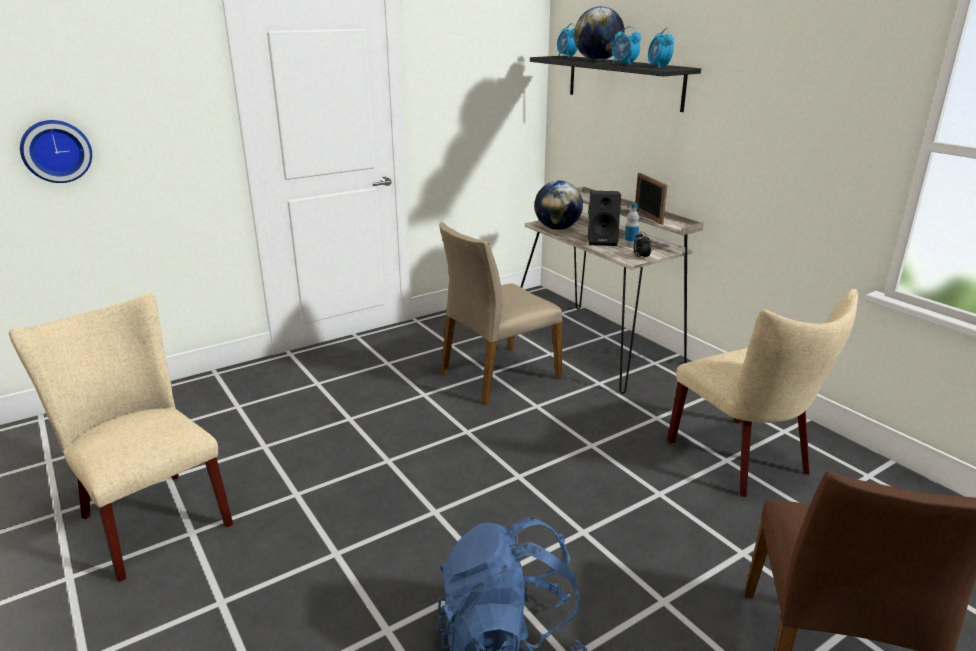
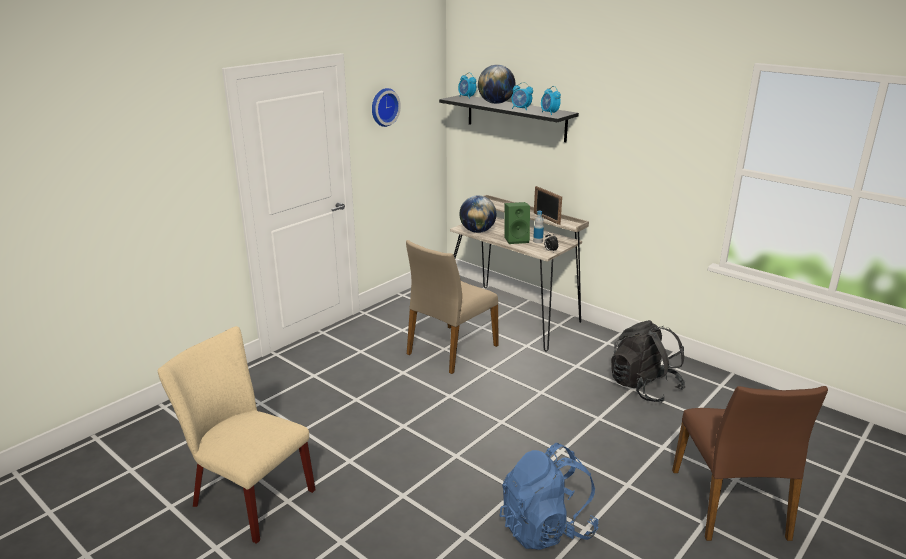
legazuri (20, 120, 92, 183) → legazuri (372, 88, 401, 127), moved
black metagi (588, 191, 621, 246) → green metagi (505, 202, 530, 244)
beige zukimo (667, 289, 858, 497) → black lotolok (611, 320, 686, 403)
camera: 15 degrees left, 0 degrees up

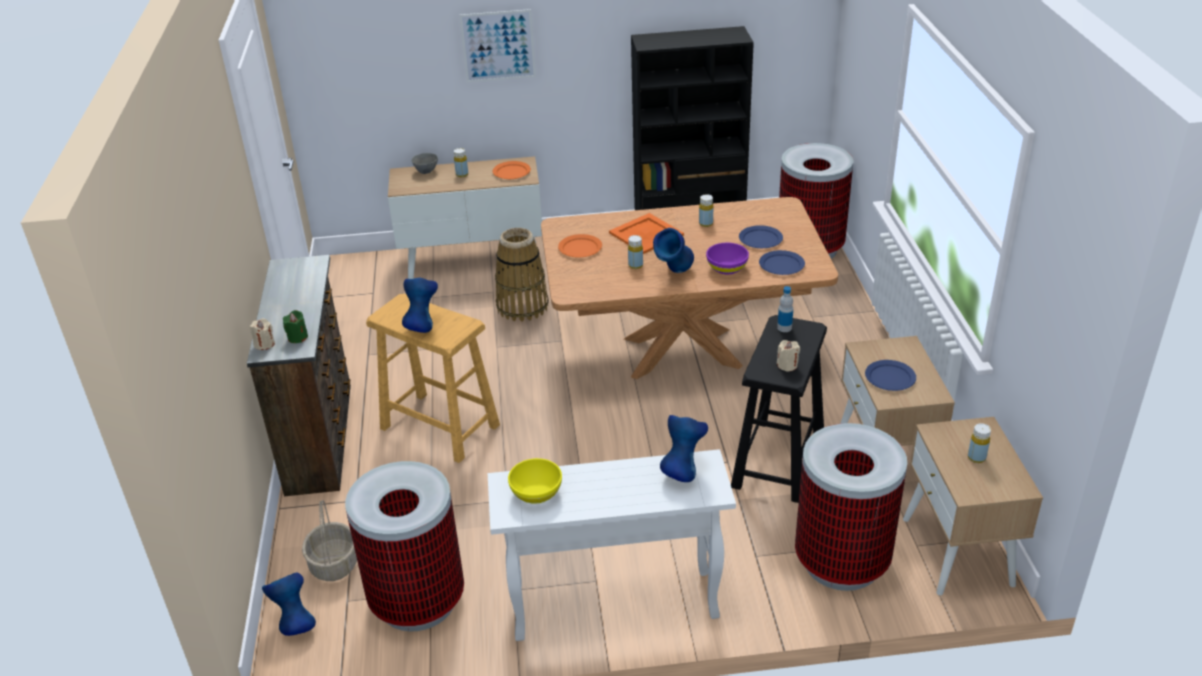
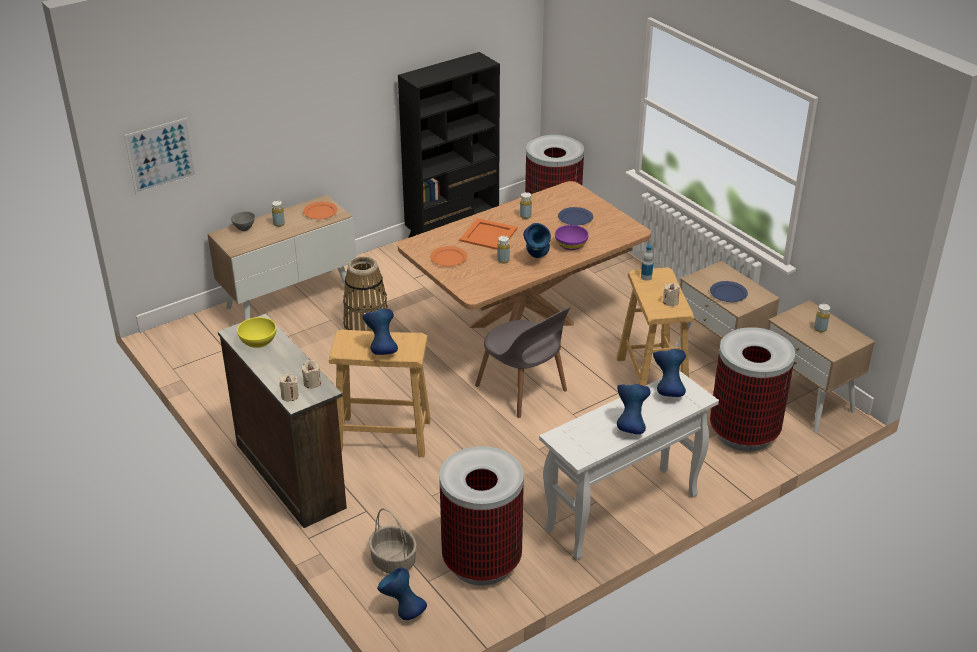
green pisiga (283, 310, 308, 343) → beige pisiga (301, 360, 321, 388)
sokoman (459, 9, 536, 82) → sokoman (124, 118, 197, 195), moved
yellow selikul (508, 458, 562, 504) → yellow selikul (237, 317, 276, 348), moved
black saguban (731, 315, 827, 503) → beige saguban (616, 267, 694, 386)
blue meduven (759, 250, 805, 275) → -
- → grey zukimo (475, 307, 571, 418)
- → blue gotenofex (617, 384, 650, 434)
camera: 30 degrees left, 0 degrees up

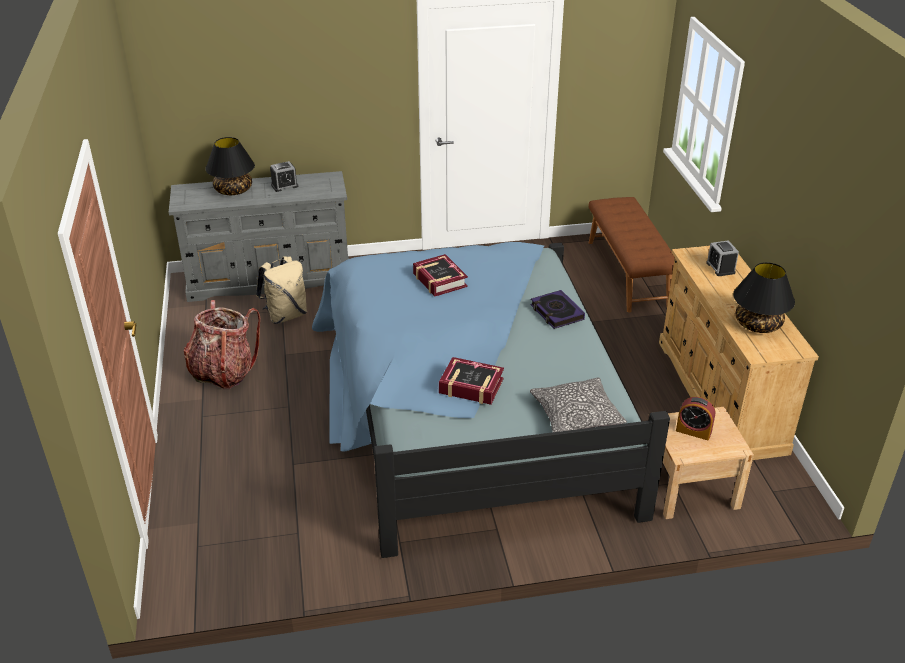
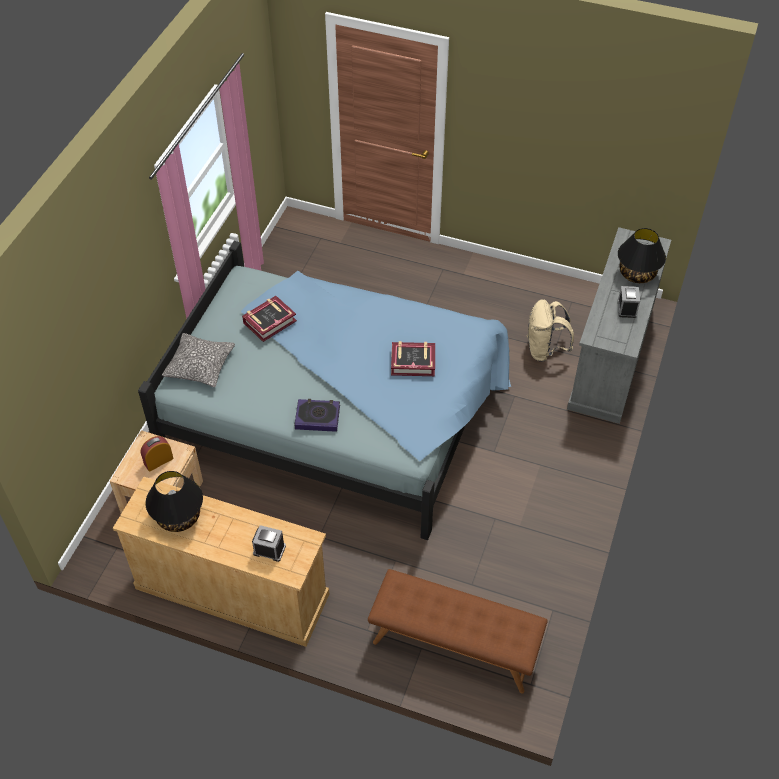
lotolok (184, 300, 260, 389) → -
camera: 120 degrees right, 15 degrees up

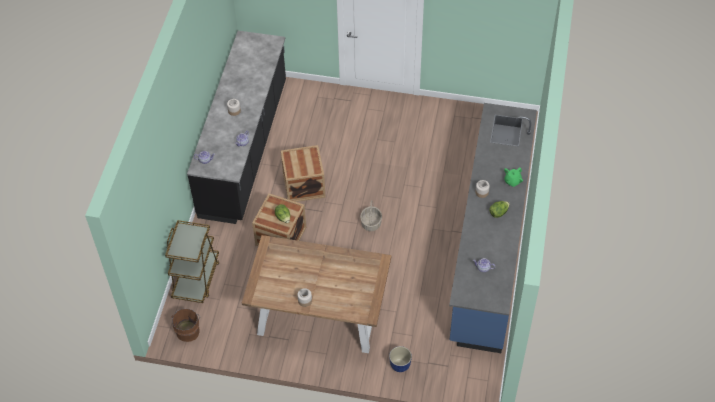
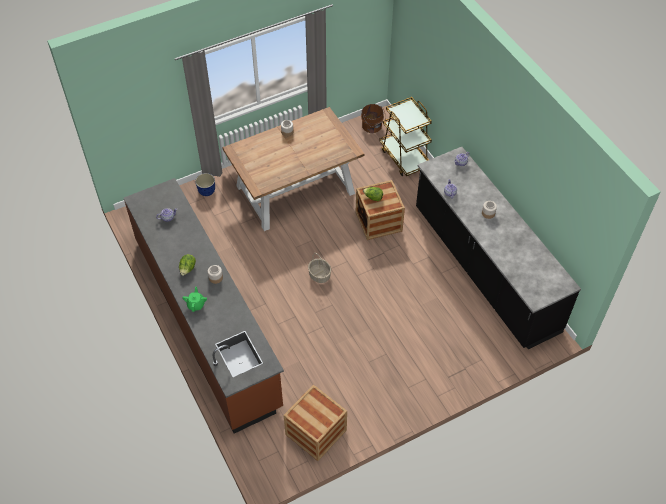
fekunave (281, 145, 326, 202) → fekunave (284, 385, 347, 461), moved
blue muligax (449, 103, 537, 353) → brown muligax (124, 178, 284, 433)
camera: 140 degrees right, 0 degrees up

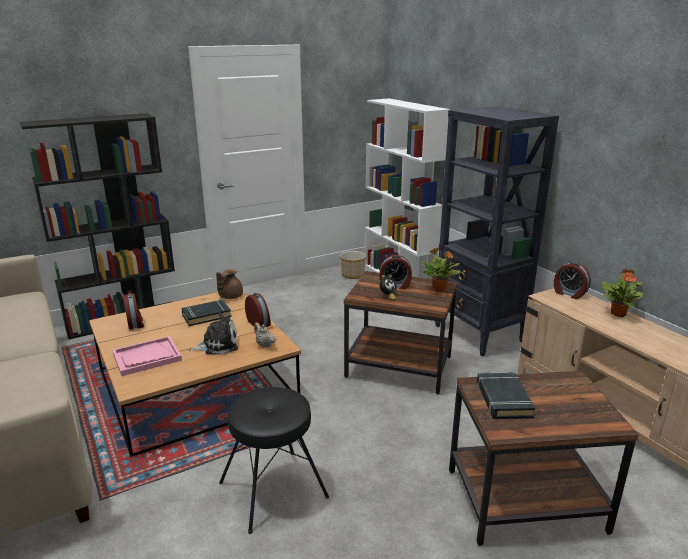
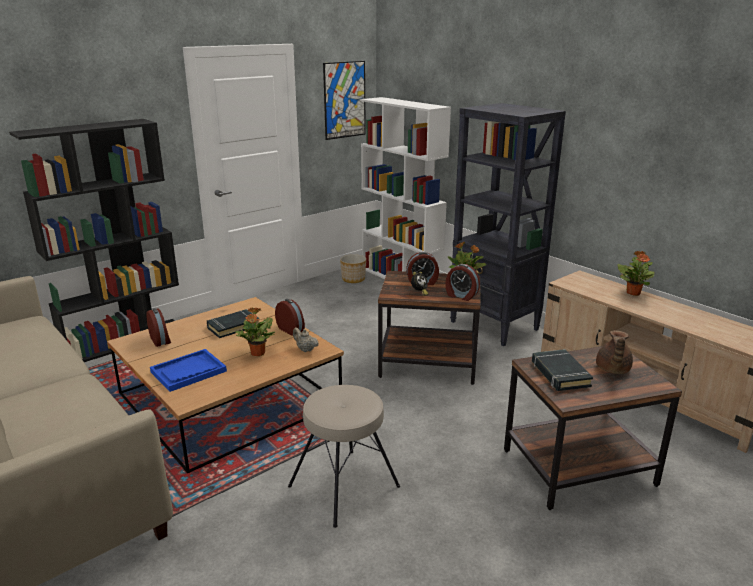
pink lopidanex (112, 336, 182, 376) → blue lopidanex (150, 349, 227, 392)
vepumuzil (189, 313, 238, 354) → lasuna (236, 307, 275, 356)
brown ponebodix (216, 269, 243, 299) → brown ponebodix (596, 330, 633, 374), moved
black saguban (219, 387, 329, 534) → beige saguban (288, 385, 400, 528)
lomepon (554, 262, 591, 299) → lomepon (445, 264, 480, 301), moved
- → sokoman (323, 61, 366, 140)
camera: 10 degrees left, 0 degrees up

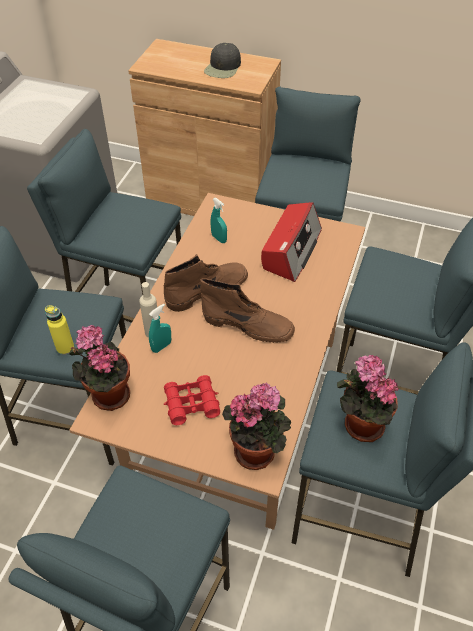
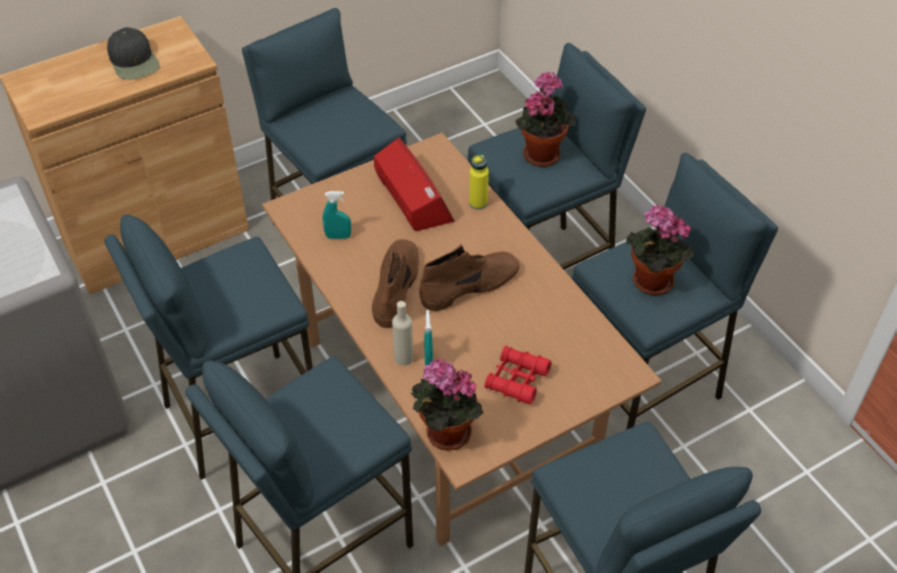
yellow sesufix (45, 305, 74, 355) → yellow sesufix (469, 155, 489, 210), moved
lasuna (222, 382, 291, 470) → lasuna (515, 72, 576, 167), moved
camera: 50 degrees left, 0 degrees up

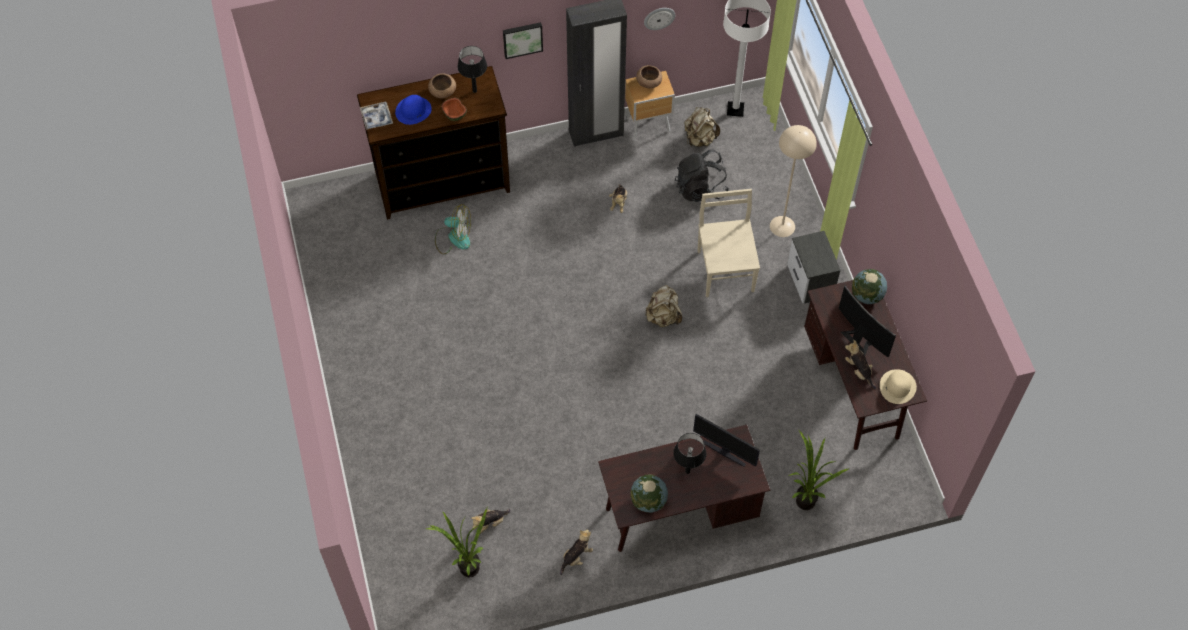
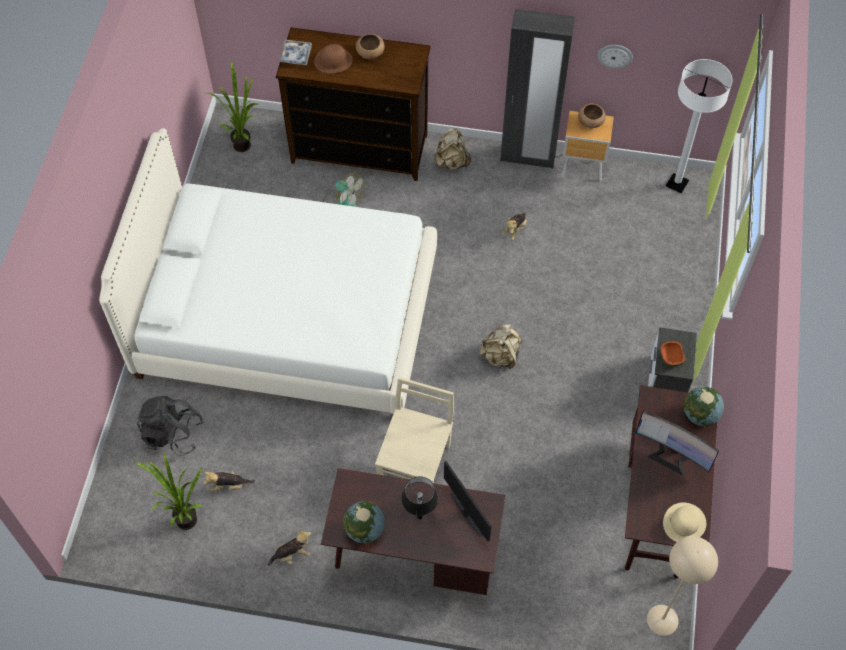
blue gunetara (395, 95, 432, 125) → brown gunetara (314, 44, 353, 73)
selikul (441, 97, 467, 121) → selikul (660, 340, 686, 367), moved
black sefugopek (457, 46, 487, 93) → -
sokoman (503, 22, 543, 59) → -
black lotolok (675, 149, 729, 202) → black lotolok (137, 396, 204, 456), moved
beige lotolok (684, 107, 720, 147) → beige lotolok (434, 127, 471, 170), moved
beige zukimo (698, 189, 760, 297) → beige zukimo (375, 377, 454, 483), moved
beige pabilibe (770, 125, 817, 237) → beige pabilibe (647, 536, 718, 636), moved
lasuna (789, 431, 848, 510) → lasuna (207, 60, 258, 152), moved
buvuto (839, 285, 896, 357) → buvuto (635, 411, 719, 476), 135 degrees clockwise
vepumuzil (845, 340, 876, 389) → -
- → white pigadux (99, 128, 437, 414)
camera: 25 degrees right, 0 degrees up

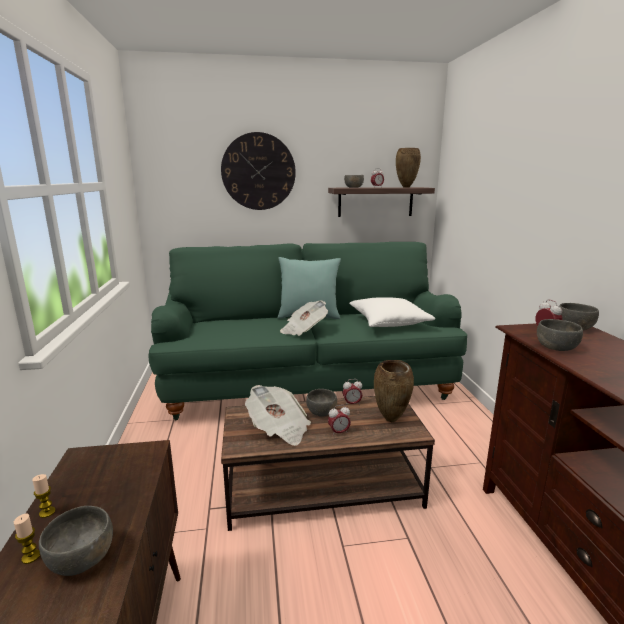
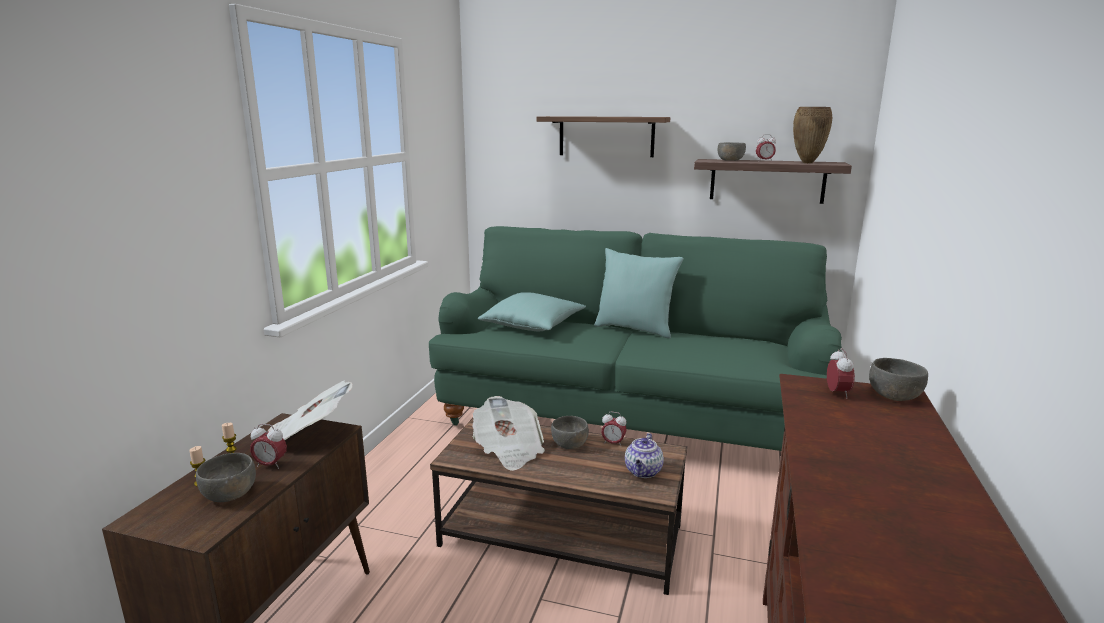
legazuri (221, 132, 296, 210) → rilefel (536, 116, 670, 157)
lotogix (280, 301, 328, 336) → lotogix (268, 381, 353, 440), moved
lomepon (328, 405, 351, 436) → lomepon (250, 424, 287, 469), moved
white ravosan (349, 297, 435, 327) → -
brown gotenofex (374, 360, 414, 423) → ponebodix (625, 433, 664, 478)
grey selikul (537, 319, 583, 351) → -
- → turquoise ravosan (478, 292, 586, 331)
camera: 25 degrees right, 0 degrees up

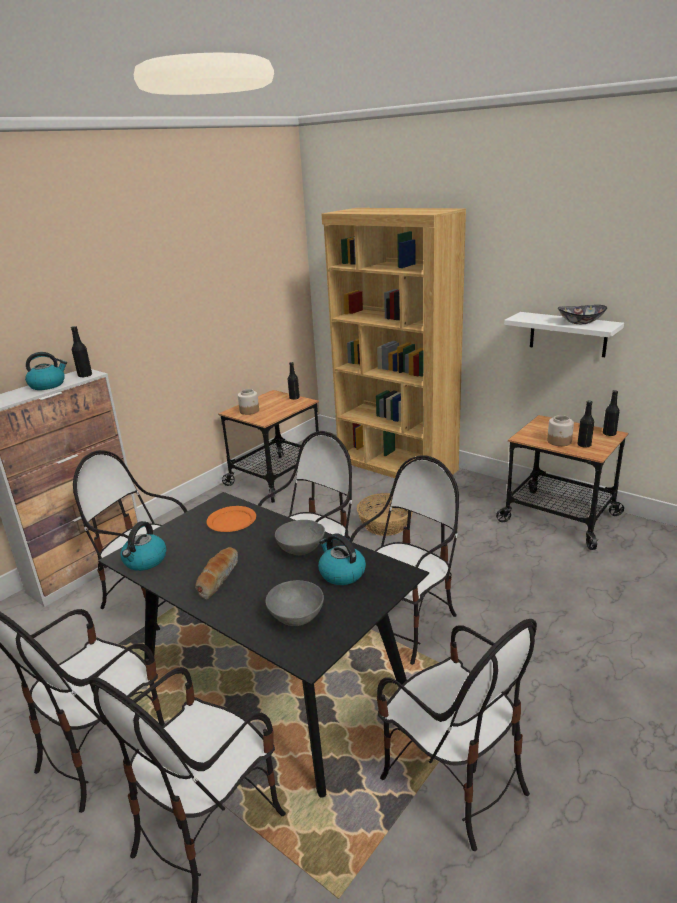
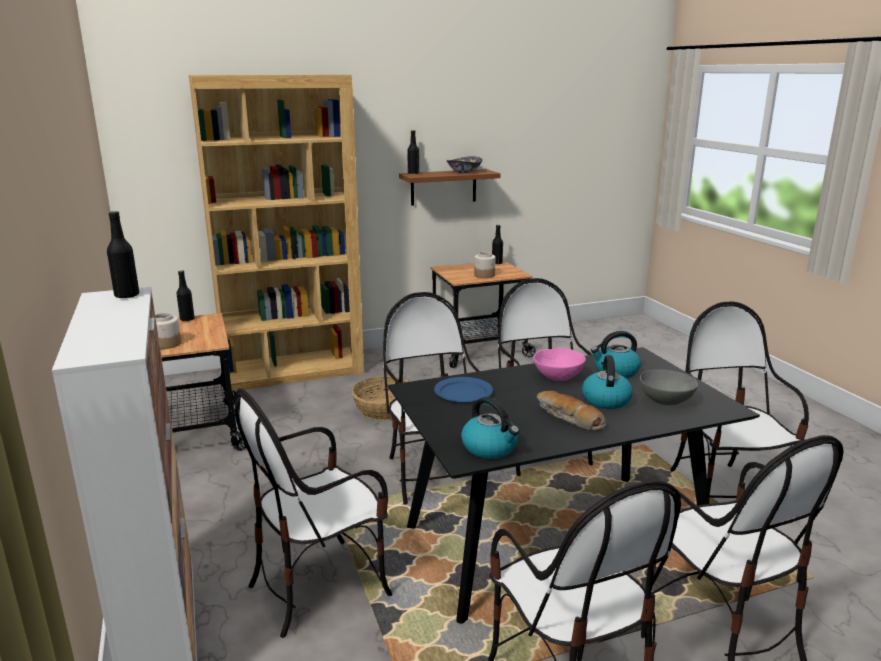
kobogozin (25, 352, 67, 390) → kobogozin (582, 355, 633, 409), moved
orange meduven (207, 506, 256, 532) → blue meduven (434, 377, 493, 403)
grey selikul (275, 520, 325, 555) → pink selikul (534, 348, 586, 381)
zukimo (377, 619, 537, 851) → zukimo (670, 302, 809, 498), 90 degrees counterclockwise
white rilefel (504, 312, 624, 357) → brown rilefel (399, 169, 501, 206)
black sesufix (577, 400, 594, 447) → black sesufix (407, 130, 419, 174), moved
camera: 60 degrees left, 5 degrees down

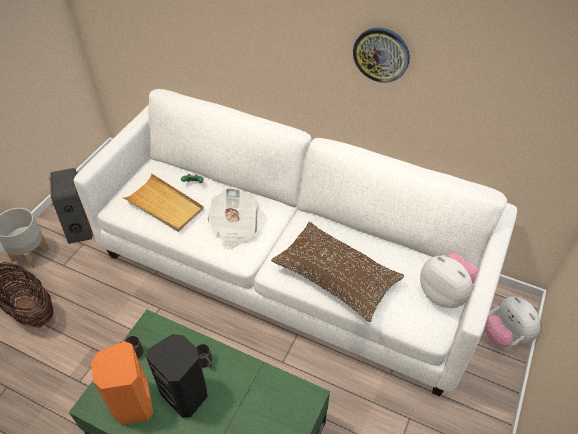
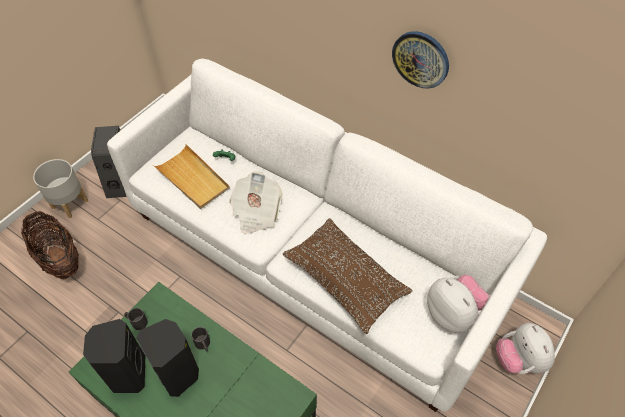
orange metagi (91, 341, 154, 425) → black metagi (83, 319, 145, 393)
camera: 10 degrees right, 5 degrees up

